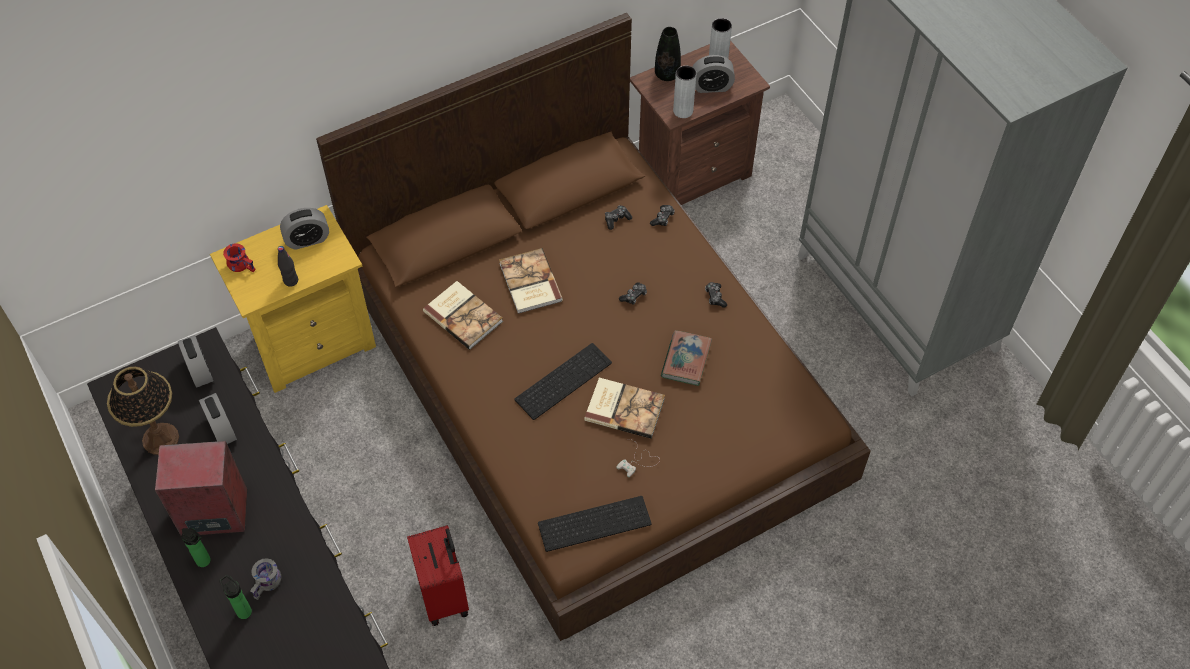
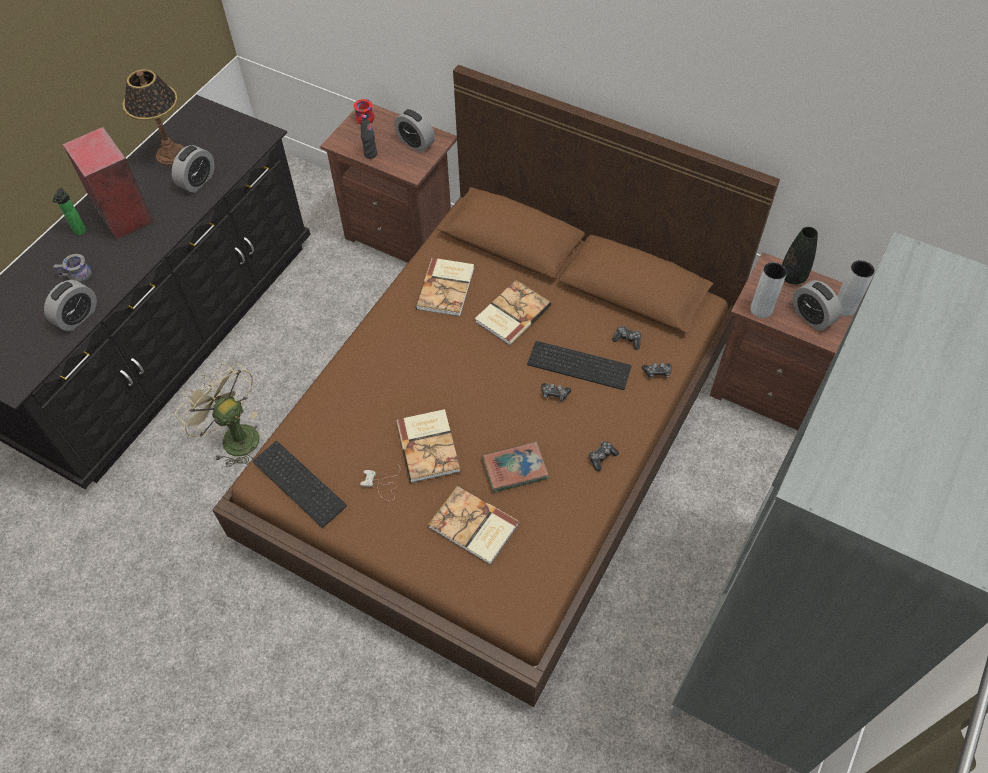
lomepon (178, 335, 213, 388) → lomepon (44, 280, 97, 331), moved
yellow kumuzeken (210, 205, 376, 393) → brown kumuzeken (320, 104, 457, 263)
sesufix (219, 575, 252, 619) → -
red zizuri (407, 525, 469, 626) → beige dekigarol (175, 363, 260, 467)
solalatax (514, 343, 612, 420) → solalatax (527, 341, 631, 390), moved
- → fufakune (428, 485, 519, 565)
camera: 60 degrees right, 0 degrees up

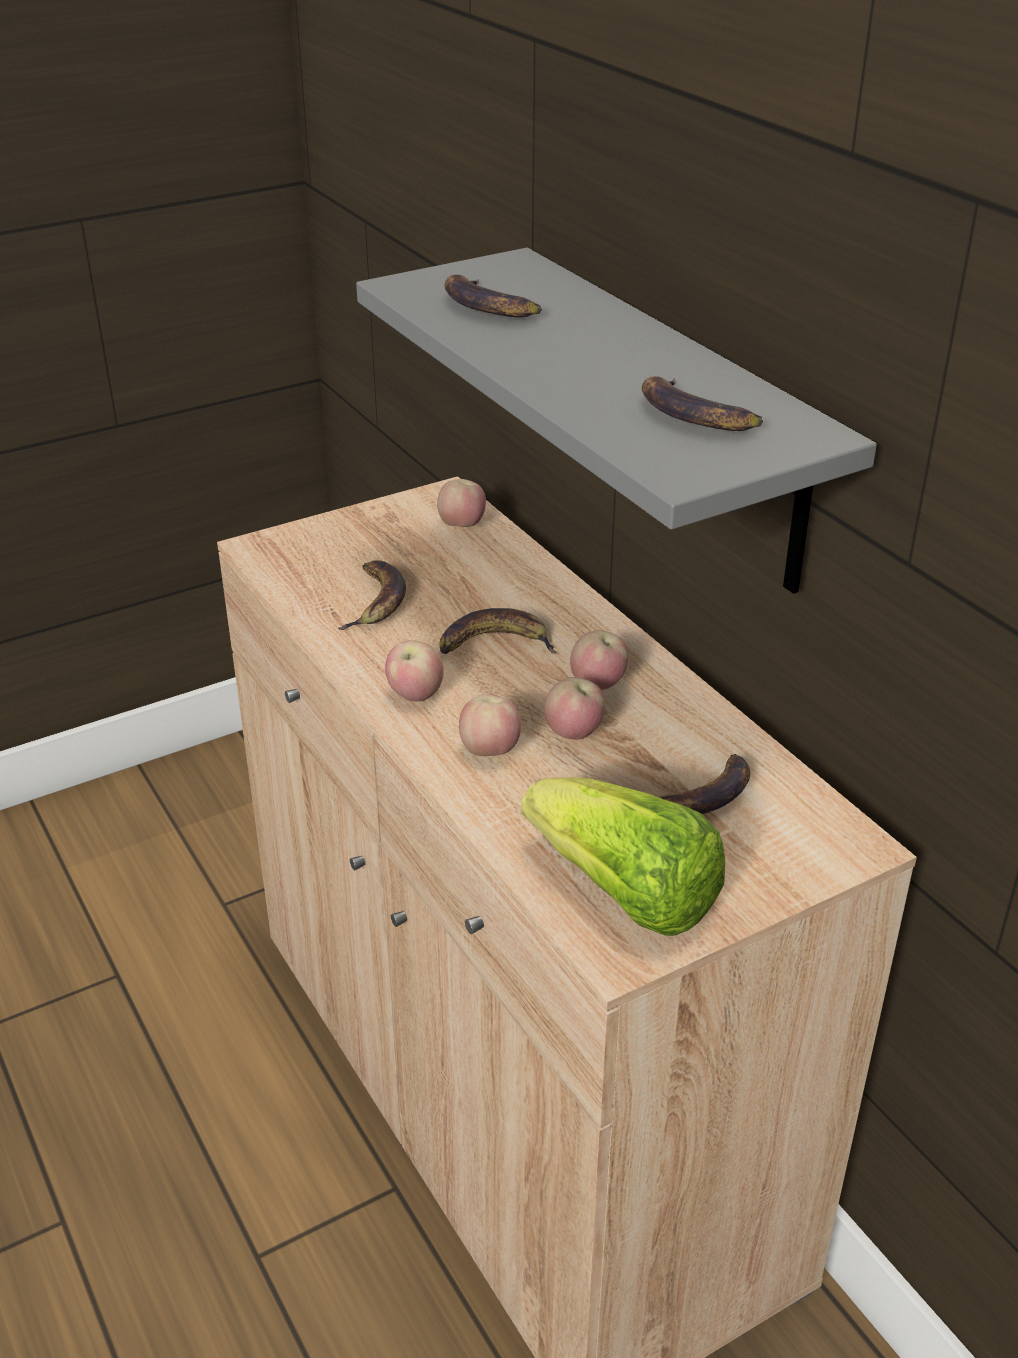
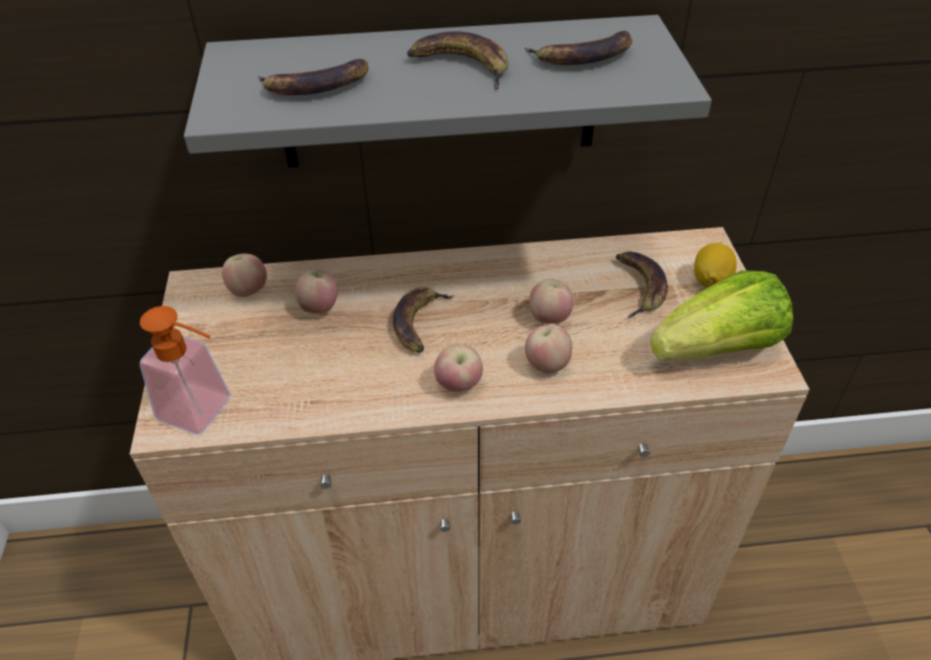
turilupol (338, 560, 406, 630) → turilupol (407, 31, 509, 89), moved
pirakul (570, 630, 629, 690) → pirakul (294, 269, 338, 313), moved
- → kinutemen (140, 306, 230, 434)
- → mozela (694, 243, 737, 288)
camera: 65 degrees left, 10 degrees up

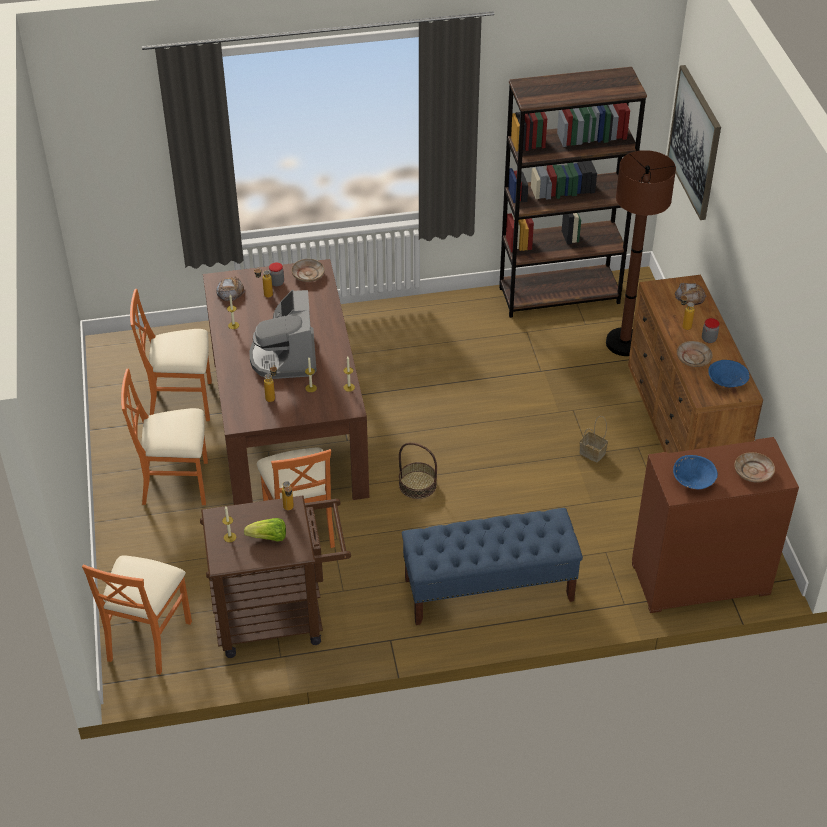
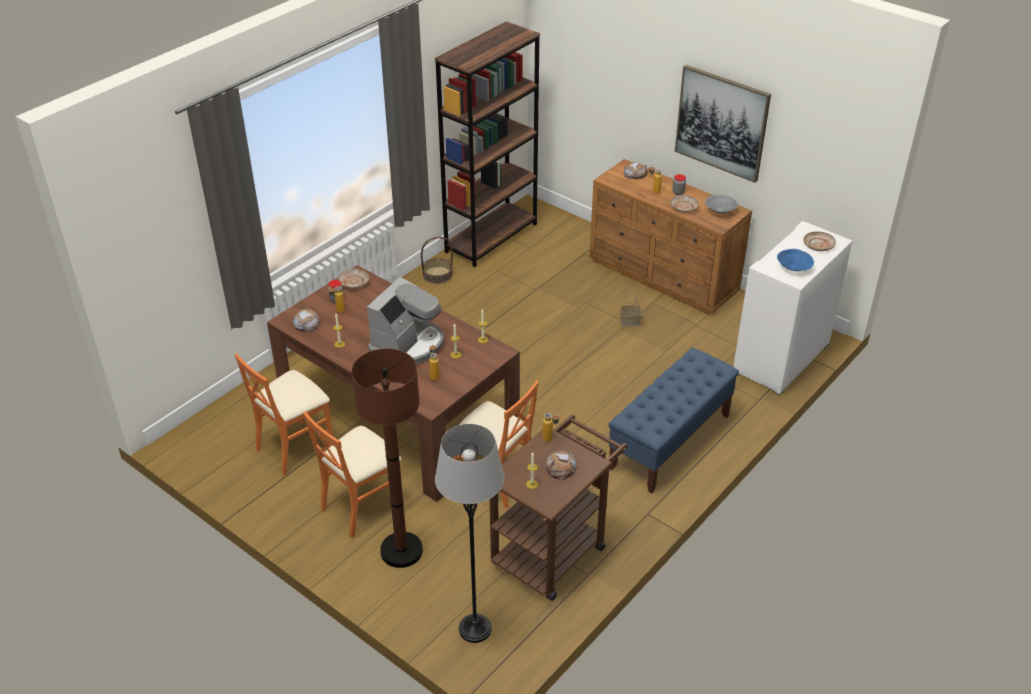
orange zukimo (82, 555, 192, 675) → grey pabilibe (435, 424, 504, 643)
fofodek (244, 518, 286, 542) → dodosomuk (544, 450, 577, 480)
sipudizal (249, 290, 317, 379) → sipudizal (367, 277, 444, 364), 105 degrees counterclockwise
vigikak (399, 443, 437, 499) → vigikak (421, 237, 453, 284), moved
brown pabilibe (606, 150, 676, 356) → brown pabilibe (351, 349, 423, 568), moved
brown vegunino (632, 437, 799, 613) → white vegunino (733, 221, 853, 396)
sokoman (667, 65, 721, 220) → sokoman (675, 65, 771, 183), moved
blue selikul (708, 360, 750, 387) → grey selikul (705, 195, 738, 213)
camera: 40 degrees left, 5 degrees down

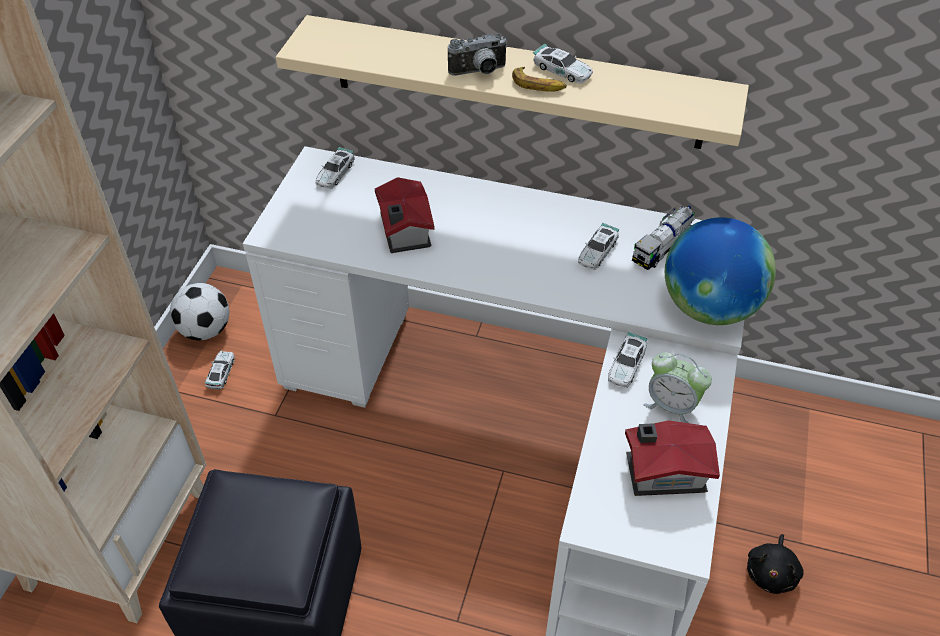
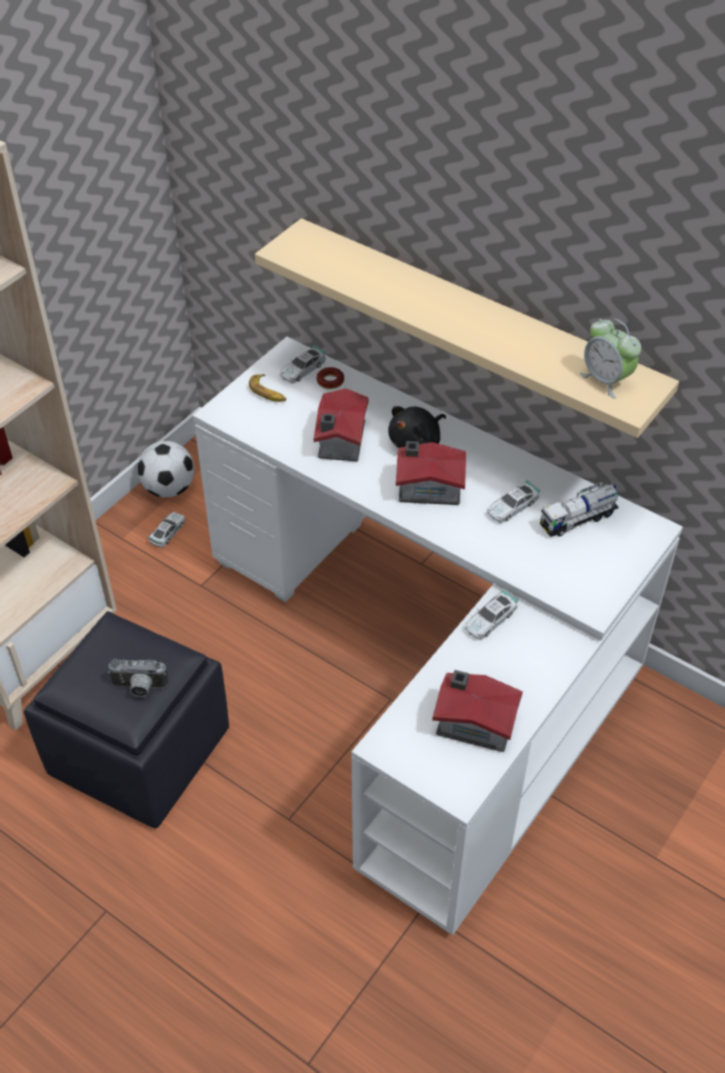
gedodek (448, 33, 508, 76) → gedodek (108, 658, 168, 697), moved
turilupol (512, 67, 567, 92) → turilupol (249, 374, 286, 402), moved
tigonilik (533, 43, 593, 84) → -
lomepon (644, 353, 712, 423) → lomepon (580, 319, 641, 399), moved
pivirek (665, 217, 776, 325) → -
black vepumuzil (747, 534, 804, 594) → black vepumuzil (388, 406, 446, 448), moved
- → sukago (316, 367, 344, 389)
- → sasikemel (396, 441, 466, 505)
camera: 20 degrees right, 0 degrees up

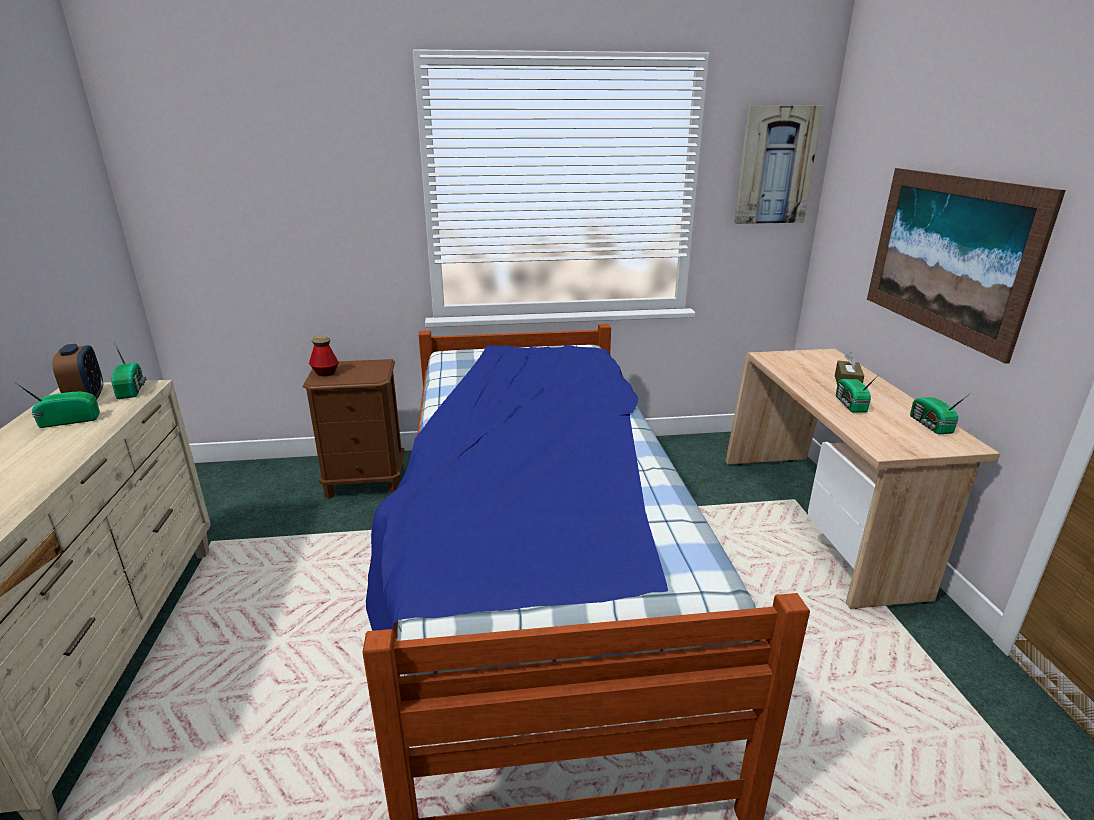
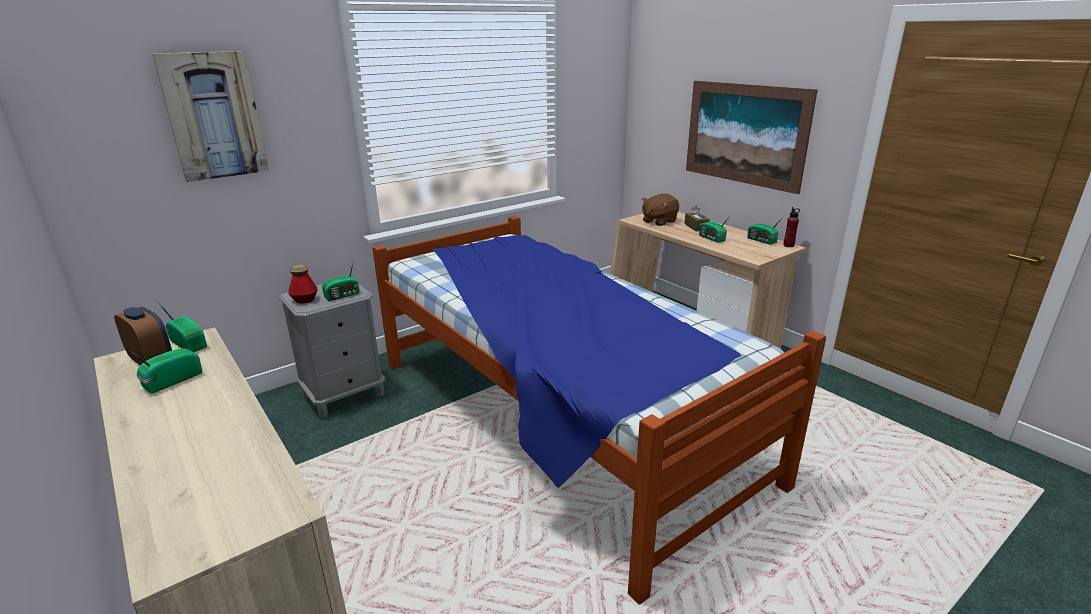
brown kumuzeken (302, 359, 404, 499) → grey kumuzeken (279, 284, 385, 418)
sokoman (734, 106, 823, 224) → sokoman (152, 51, 269, 182), moved
- → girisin (322, 260, 360, 301)
- → brown vepumuzil (642, 194, 679, 226)
- → red sesufix (783, 207, 800, 247)
camera: 30 degrees left, 0 degrees up

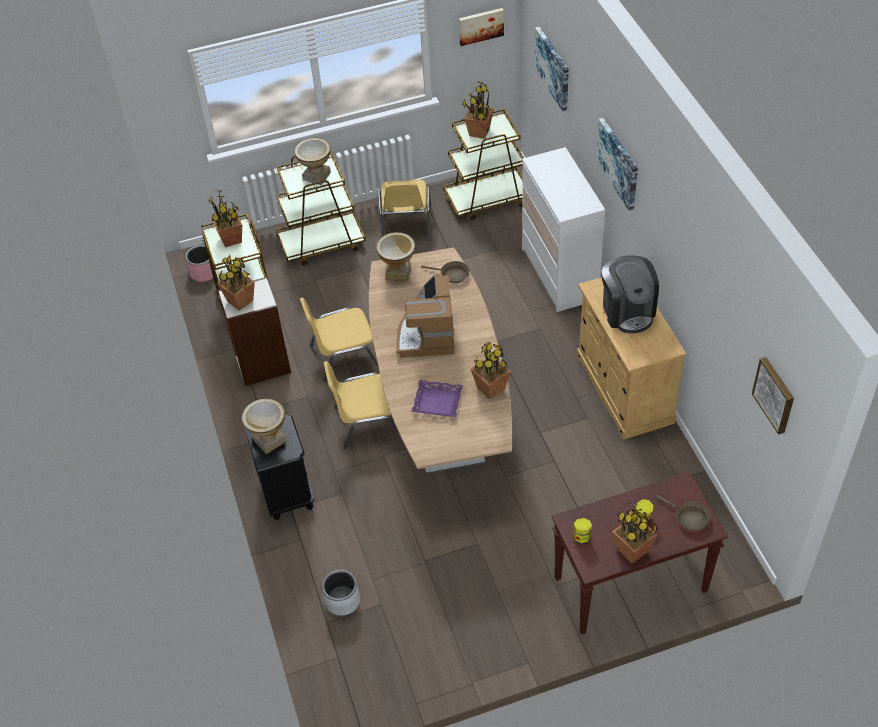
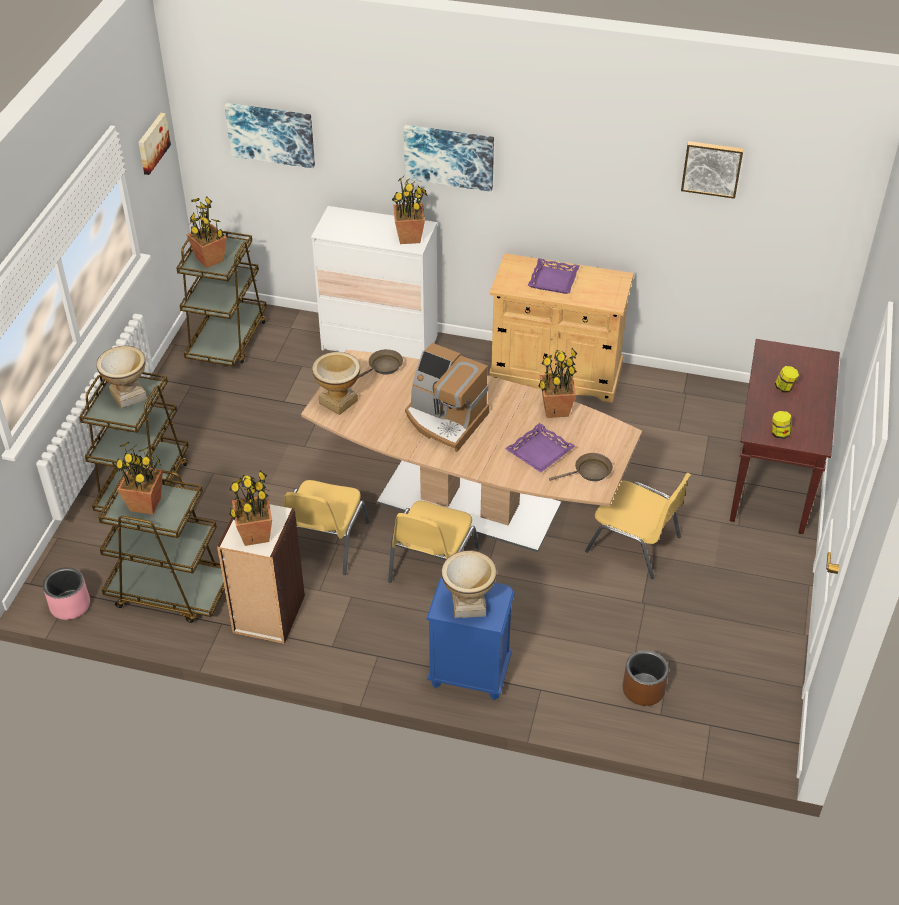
black kumuzeken (245, 414, 314, 520) → blue kumuzeken (426, 577, 515, 700)
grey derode (322, 570, 360, 616) → brown derode (623, 650, 669, 706)
yellow zukimo (378, 180, 431, 241) → yellow zukimo (585, 473, 691, 579), moved
sipudizal (601, 255, 659, 334) → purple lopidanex (528, 258, 580, 294)
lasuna (612, 503, 658, 564) → lasuna (392, 176, 428, 244), moved
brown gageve (656, 495, 711, 530) → brown gageve (549, 453, 613, 481), moved
sokoman (752, 357, 794, 435) → sokoman (681, 141, 744, 199), moved
camera: 60 degrees left, 5 degrees down

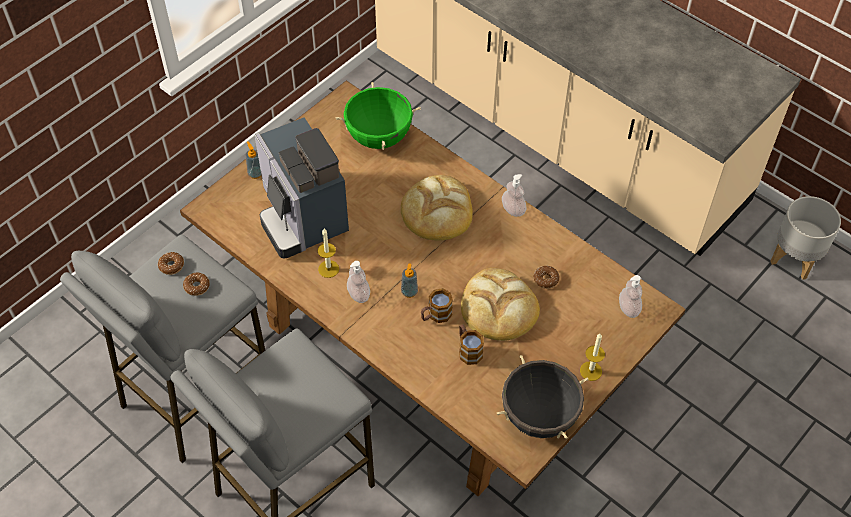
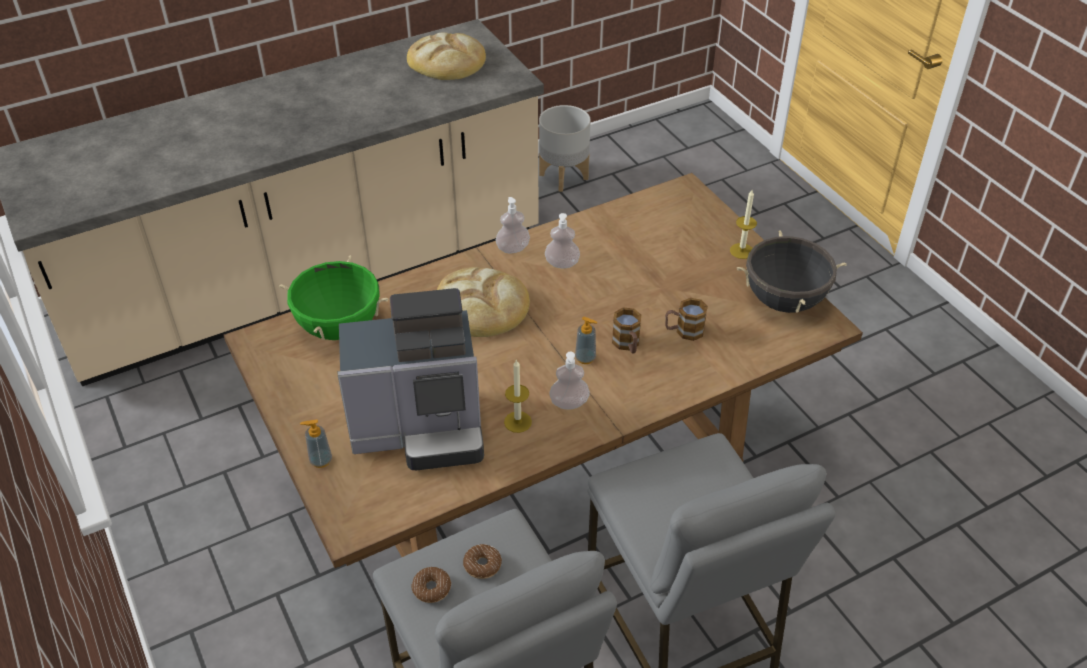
dodosomuk (461, 268, 540, 341) → dodosomuk (407, 33, 486, 80), moved
sukago (533, 266, 560, 289) → -
kinutemen (619, 275, 642, 318) → kinutemen (545, 213, 580, 268), moved
camera: 70 degrees left, 10 degrees down

